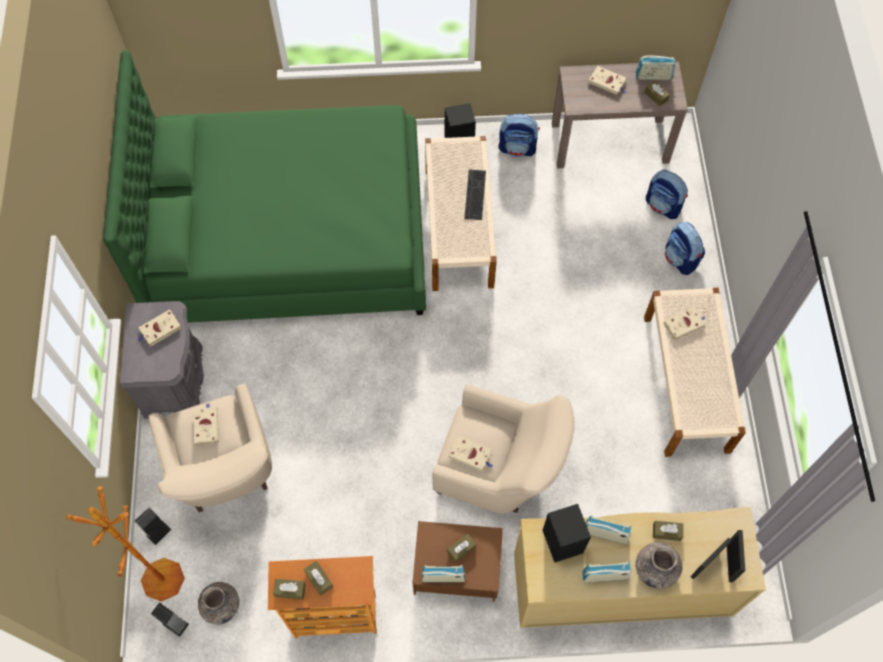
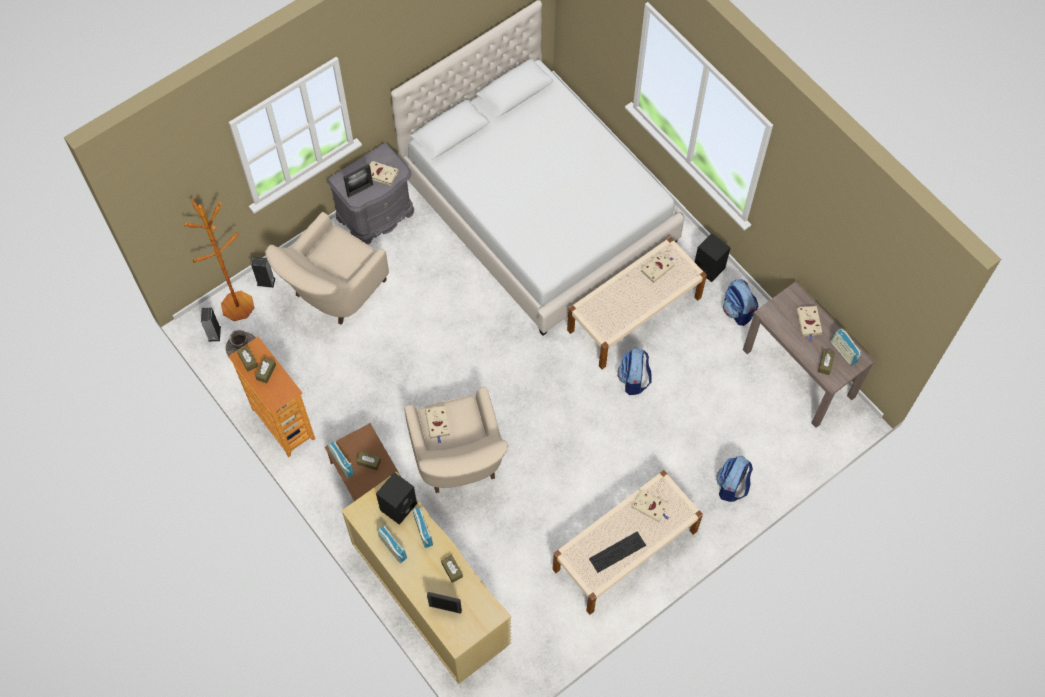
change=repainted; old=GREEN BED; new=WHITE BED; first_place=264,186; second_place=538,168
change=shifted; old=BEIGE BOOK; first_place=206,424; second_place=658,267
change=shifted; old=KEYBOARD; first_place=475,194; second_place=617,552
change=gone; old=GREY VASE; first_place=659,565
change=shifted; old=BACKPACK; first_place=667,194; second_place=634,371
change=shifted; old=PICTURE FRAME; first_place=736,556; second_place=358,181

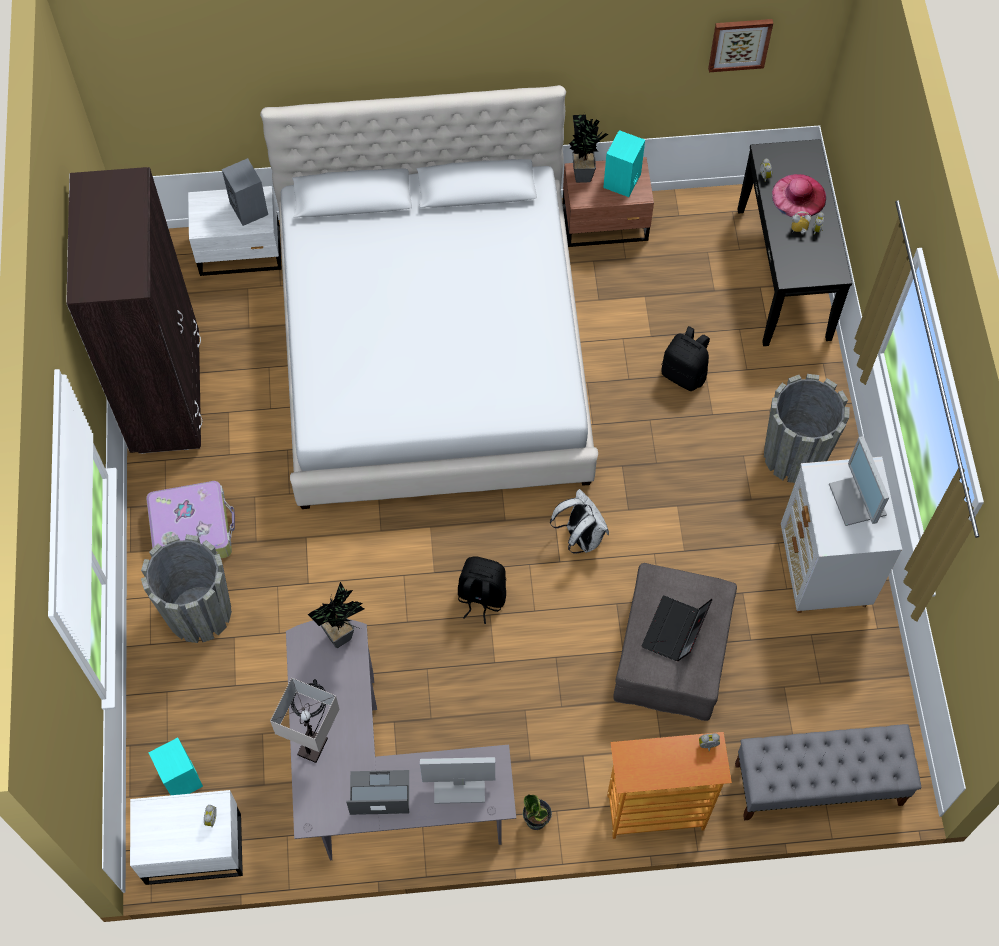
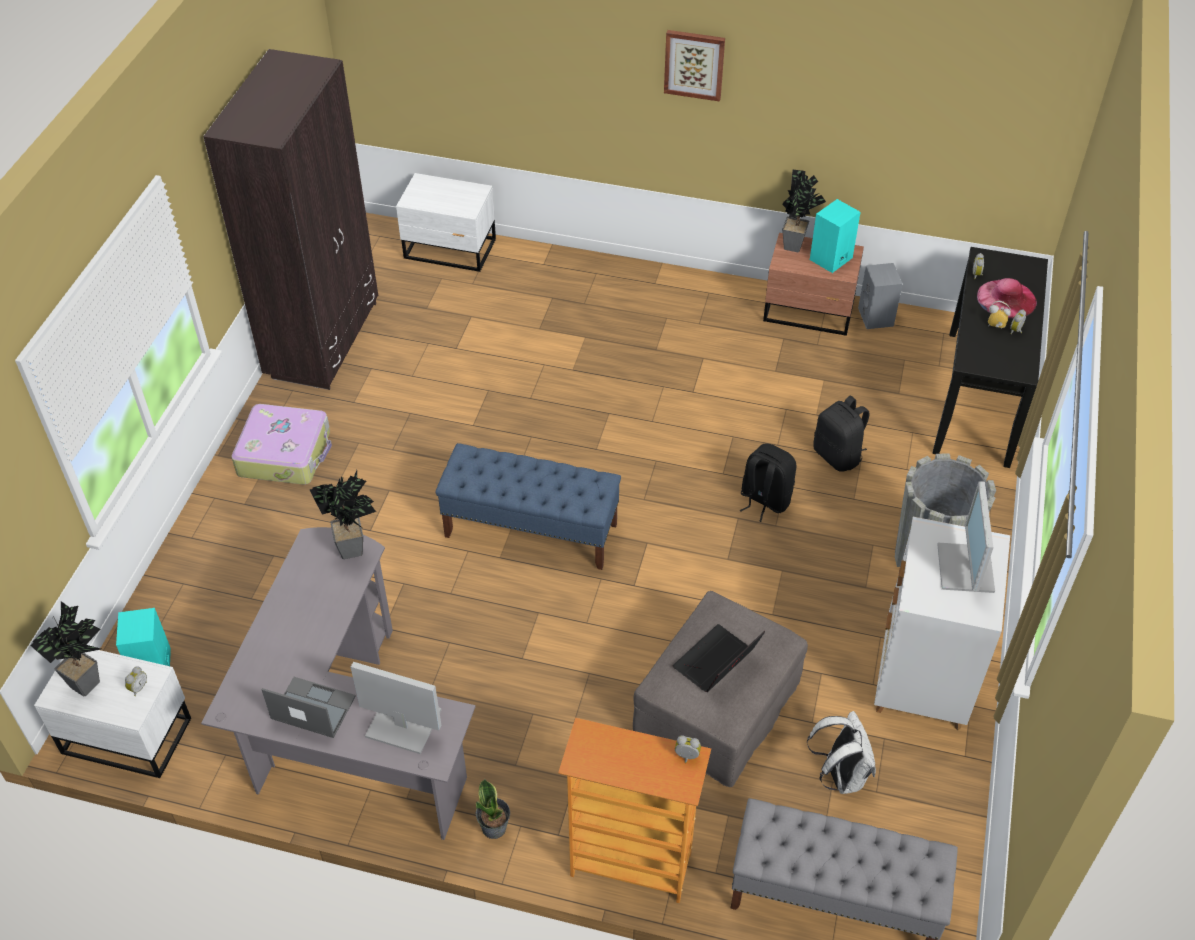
change=gone; old=GREY PLANTER; first_place=186,588
change=shifted; old=GREY SPEAKER; first_place=245,192; second_place=880,296
change=gone; old=WHITE BED; first_place=429,297
change=gone; old=TABLE LAMP; first_place=304,720
change=shifted; old=BLACK BACKPACK; first_place=482,590; second_place=768,482
change=shifted; old=WHITE BACKPACK; first_place=579,521; second_place=841,752
change=shifted; old=PICTURE; first_place=740,45; second_place=694,66
change=new; new=POTTED PLANT; second_place=65,648
change=new; new=BLUE BENCH; second_place=528,506

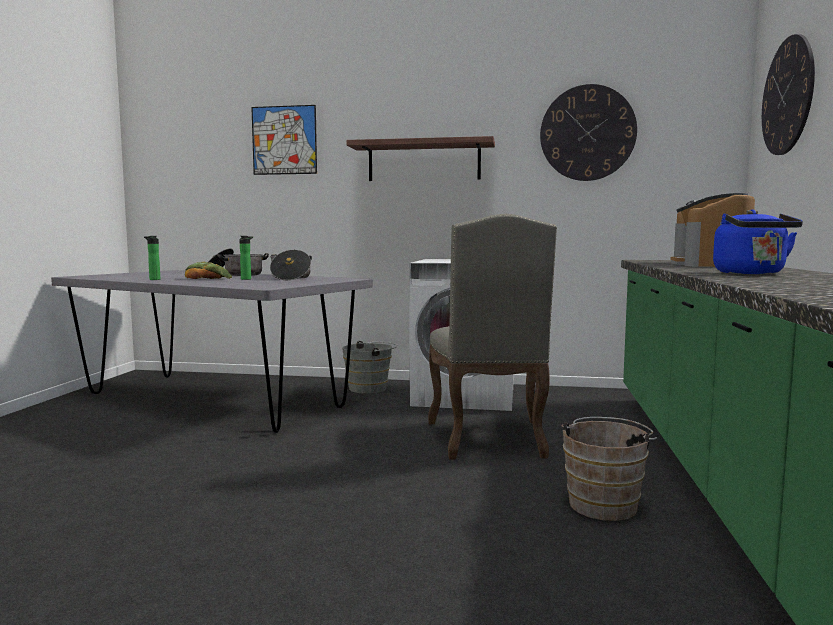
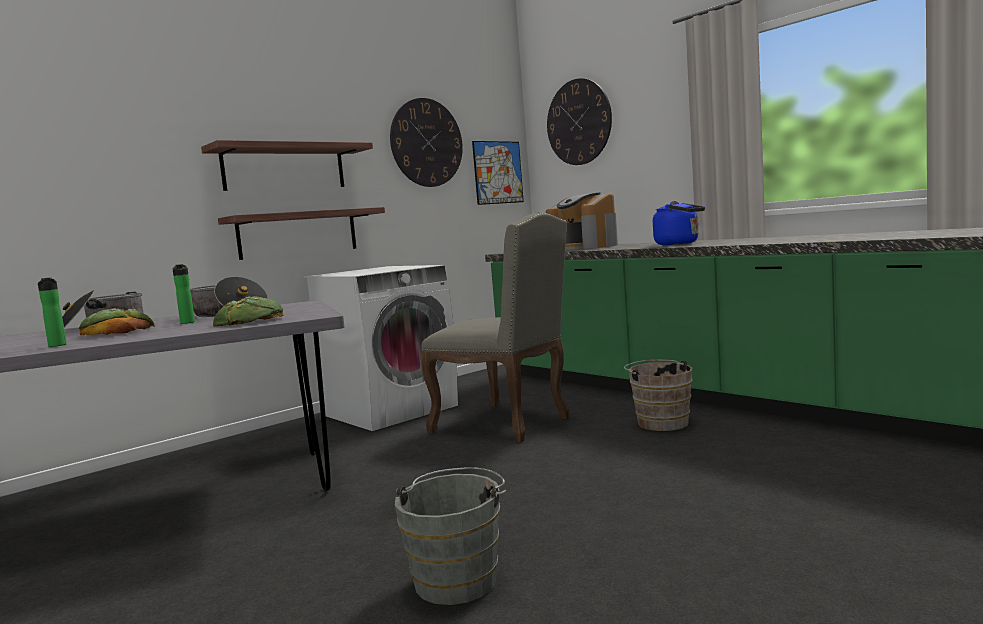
change=shifted; old=PICTURE; first_place=284,140; second_place=498,173
change=shifted; old=GREY BUCKET; first_place=370,367; second_place=450,536
change=new; new=BREAD; second_place=248,311
change=new; new=SHELF; second_place=301,233

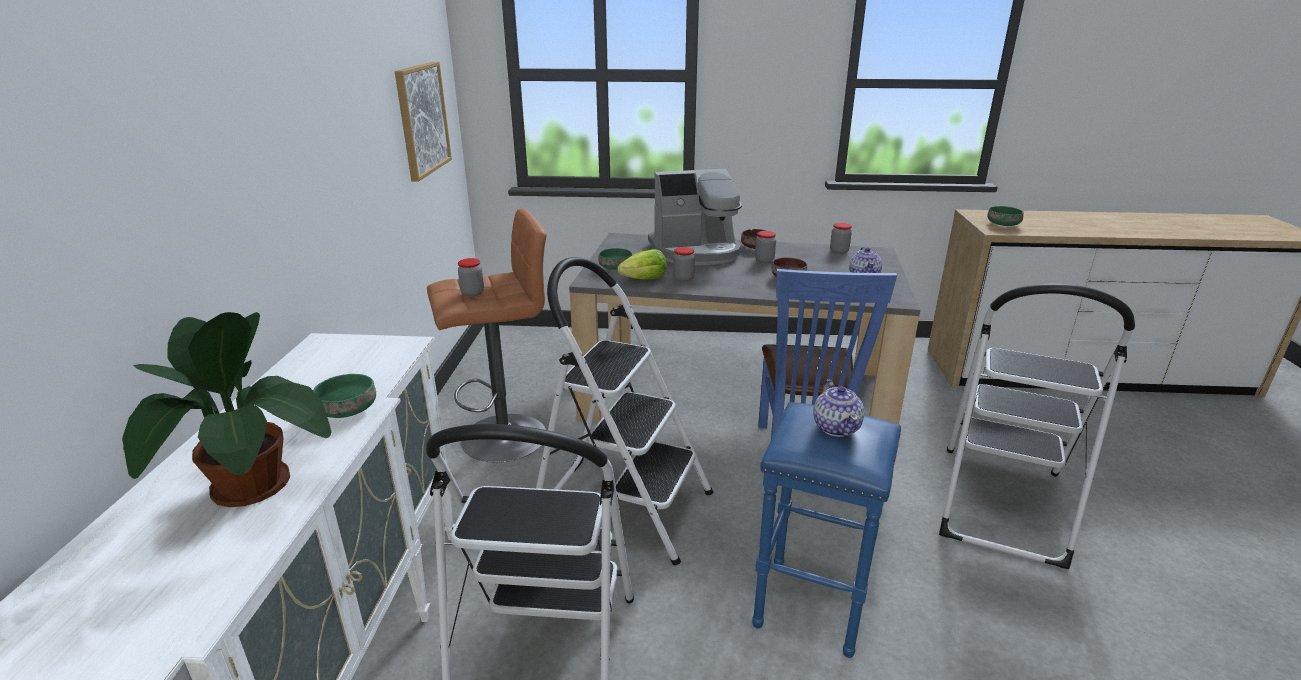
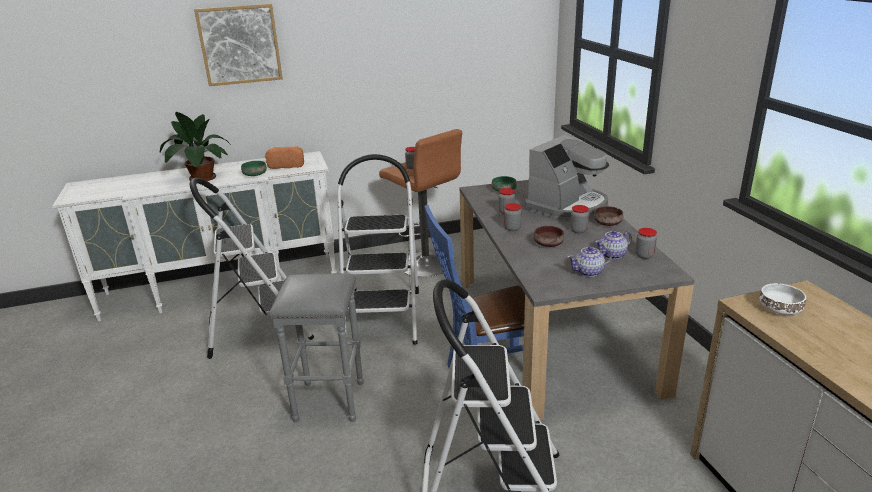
change=shifted; old=PICTURE; first_place=423,122; second_place=238,45
change=gone; old=LETTUCE; first_place=642,264
change=rotated; old=COFFEE MACHINE; first_place=695,217; second_place=567,177; degrees=-105
change=repainted; old=BLUE STOOL; new=GREY STOOL; first_place=826,530; second_place=316,347
change=shifted; old=TEAPOT; first_place=839,408; second_place=613,245
change=repainted; old=GREEN BOWL; new=WHITE BOWL; first_place=1006,216; second_place=782,299
change=new; new=BREAD; second_place=284,157
change=new; new=JAR; second_place=512,217

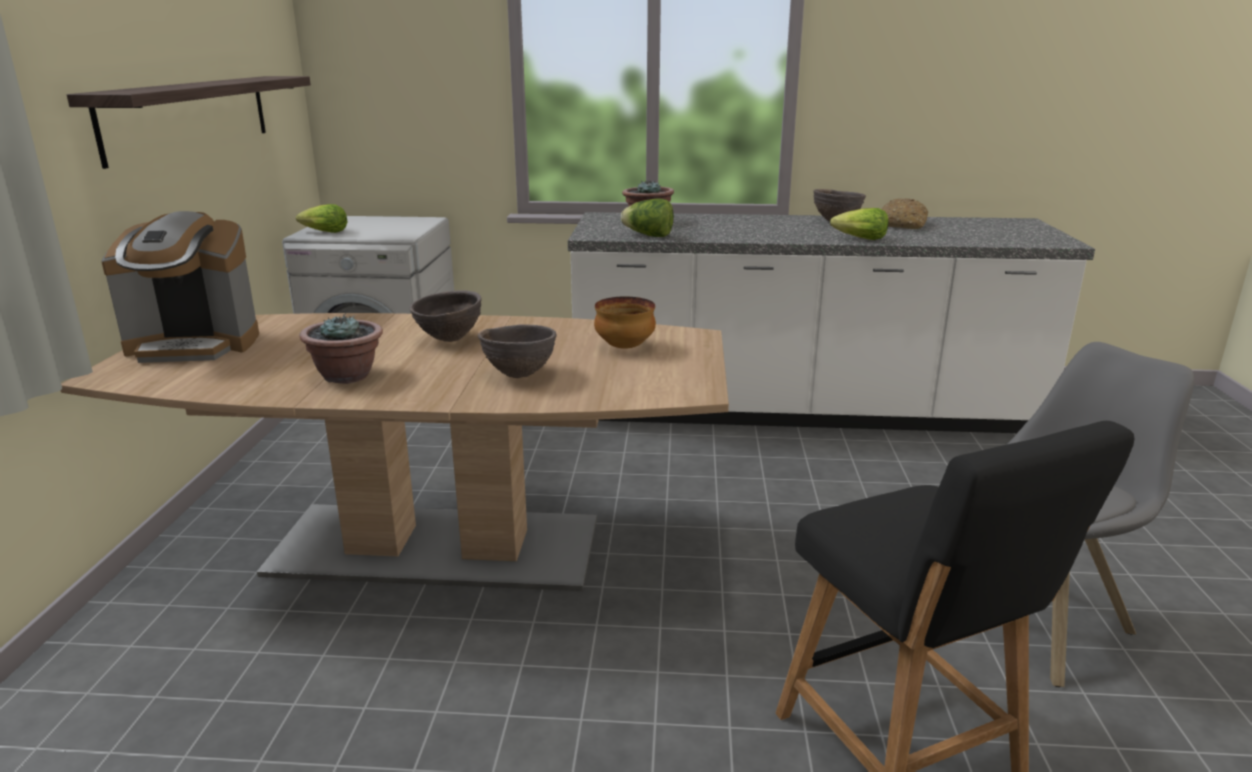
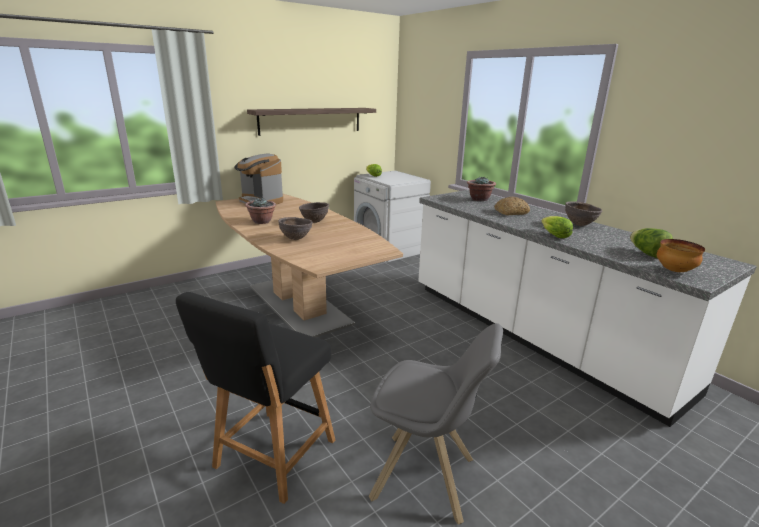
change=shifted; old=BOWL; first_place=625,323; second_place=681,255
change=shifted; old=LETTUCE; first_place=647,217; second_place=651,243
change=shifted; old=BREAD; first_place=905,213; second_place=512,206

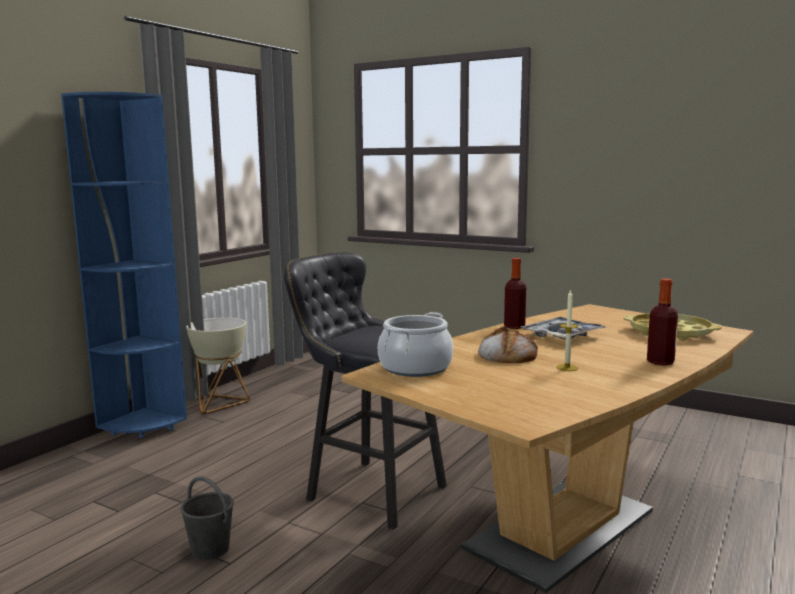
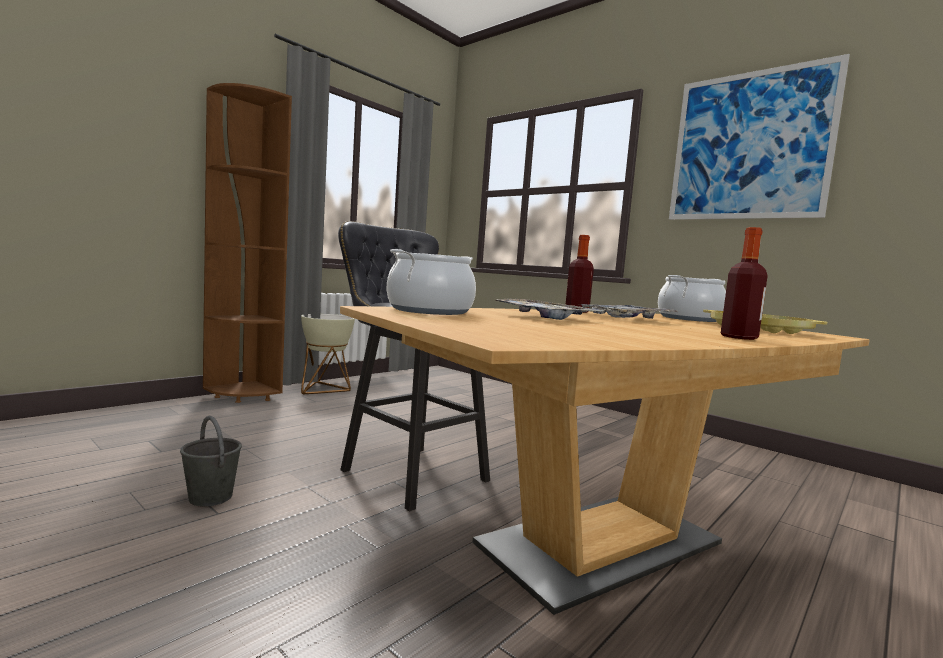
change=repainted; old=BLUE BOOKCASE; new=BROWN BOOKCASE; first_place=124,265; second_place=247,243
change=swapped; old=BREAD; new=TRAY; first_place=508,344; second_place=549,309
change=gone; old=CANDLE; first_place=567,330
change=new; new=COOKING POT; second_place=692,298
change=new; new=PICTURE; second_place=759,137

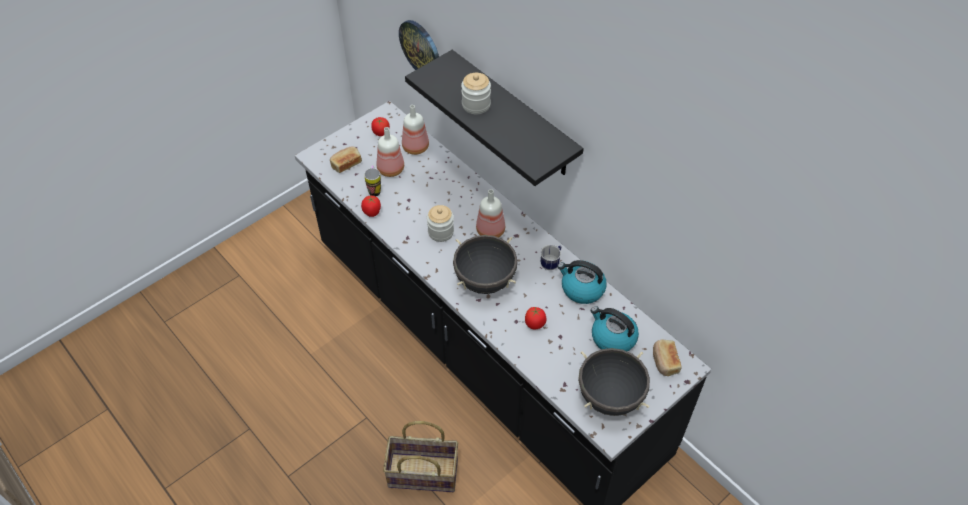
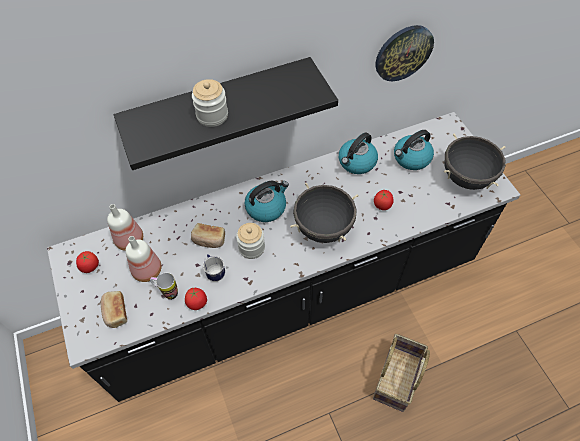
change=shifted; old=WALL CLOCK; first_place=419,45; second_place=404,53
change=swapped; old=BOTTLE; new=KETTLE; first_place=490,213; second_place=267,201
change=shifted; old=MUG; first_place=550,257; second_place=214,268
change=shifted; old=BREAD; first_place=667,357; second_place=208,235

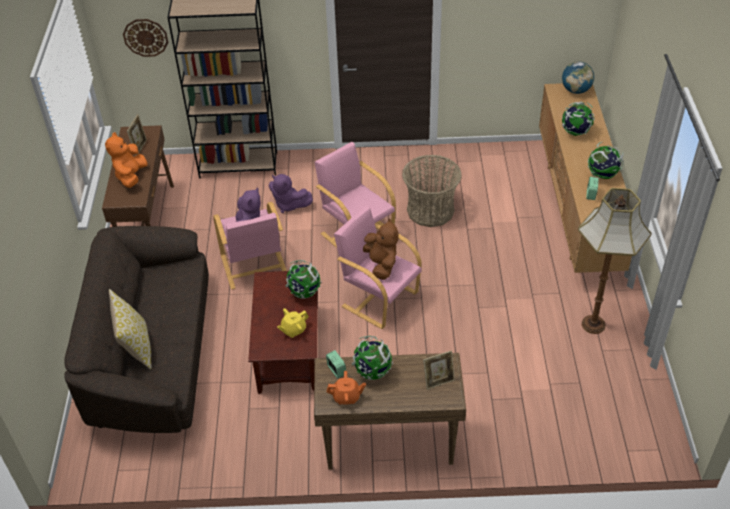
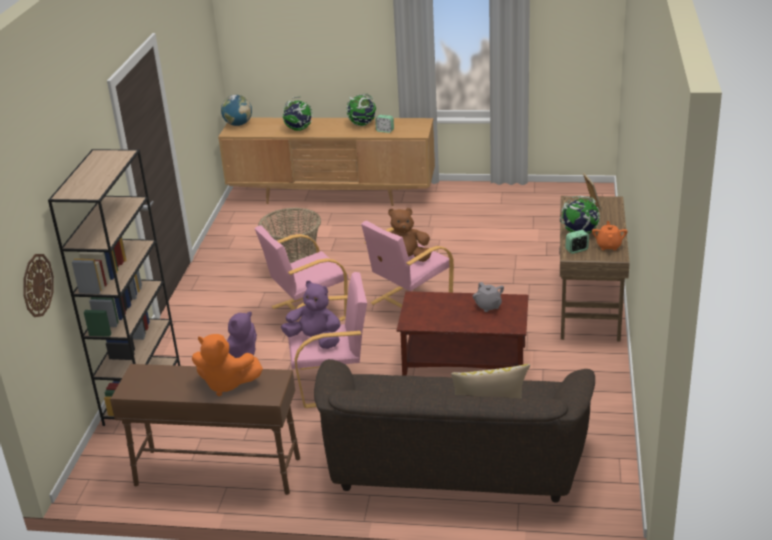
change=gone; old=PICTURE FRAME; first_place=137,135
change=repainted; old=YELLOW TEAPOT; new=GREY TEAPOT; first_place=293,323; second_place=488,297
change=gone; old=GLOBE; first_place=303,279
change=gone; old=FLOOR LAMP; first_place=615,261

